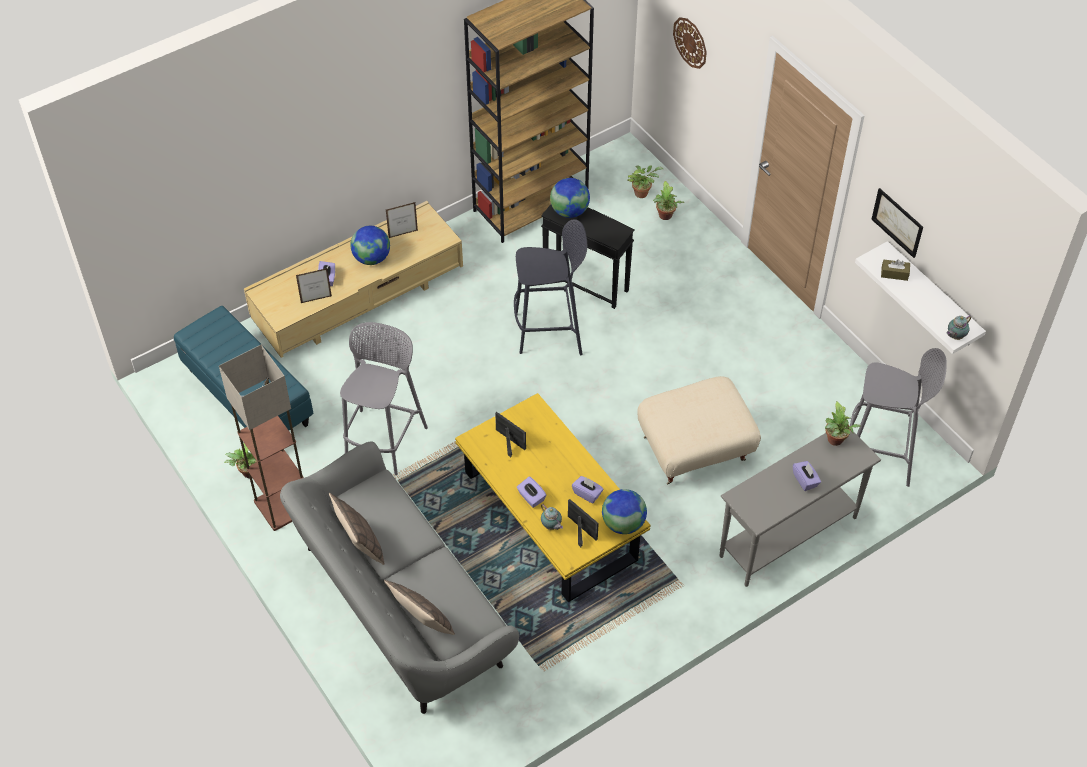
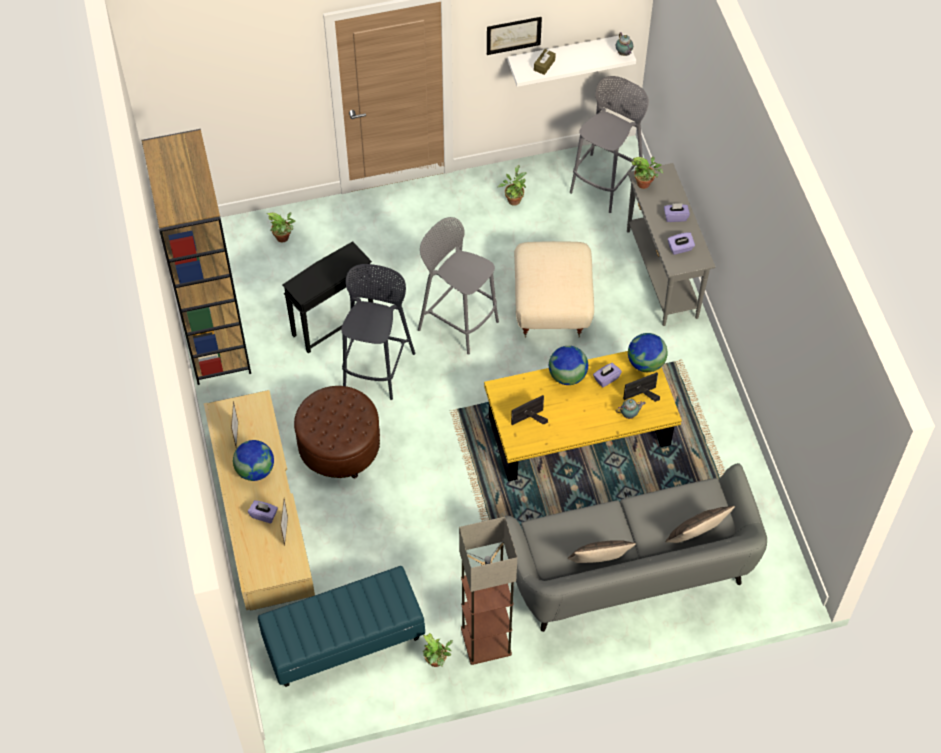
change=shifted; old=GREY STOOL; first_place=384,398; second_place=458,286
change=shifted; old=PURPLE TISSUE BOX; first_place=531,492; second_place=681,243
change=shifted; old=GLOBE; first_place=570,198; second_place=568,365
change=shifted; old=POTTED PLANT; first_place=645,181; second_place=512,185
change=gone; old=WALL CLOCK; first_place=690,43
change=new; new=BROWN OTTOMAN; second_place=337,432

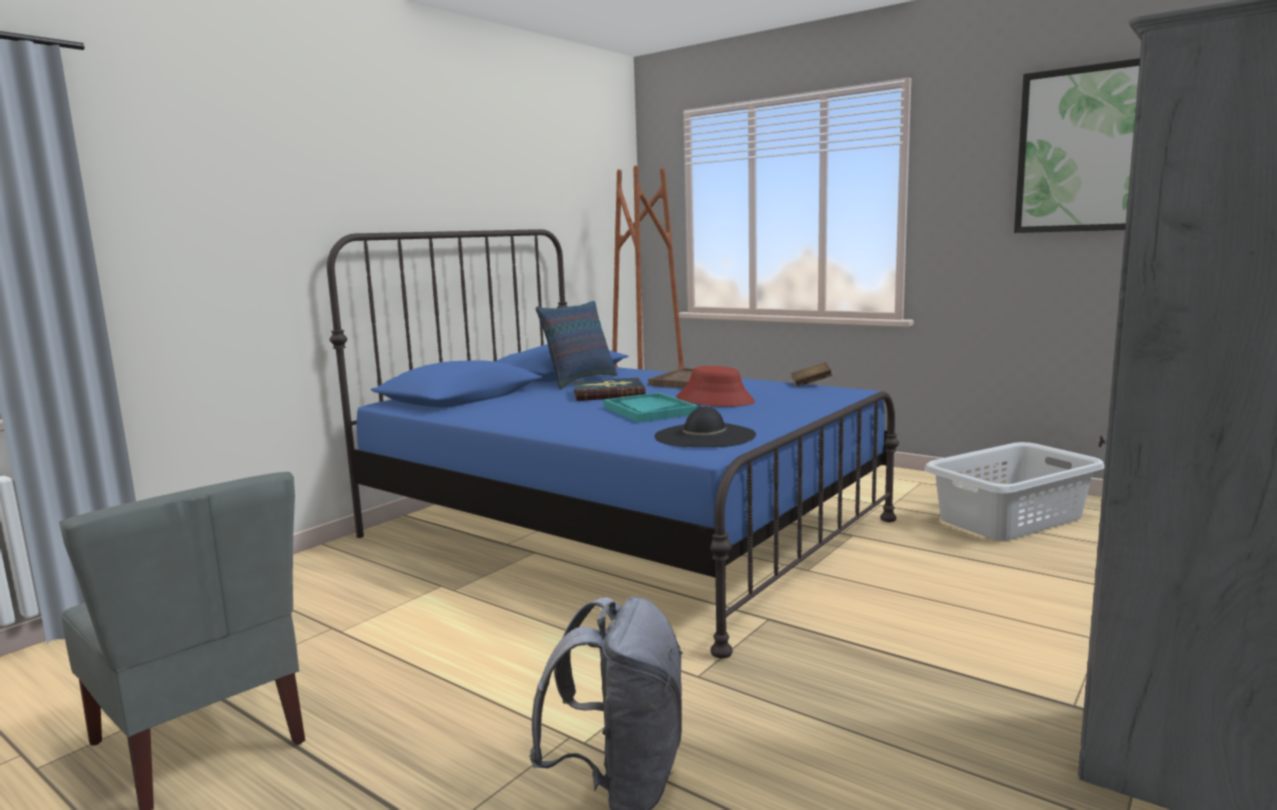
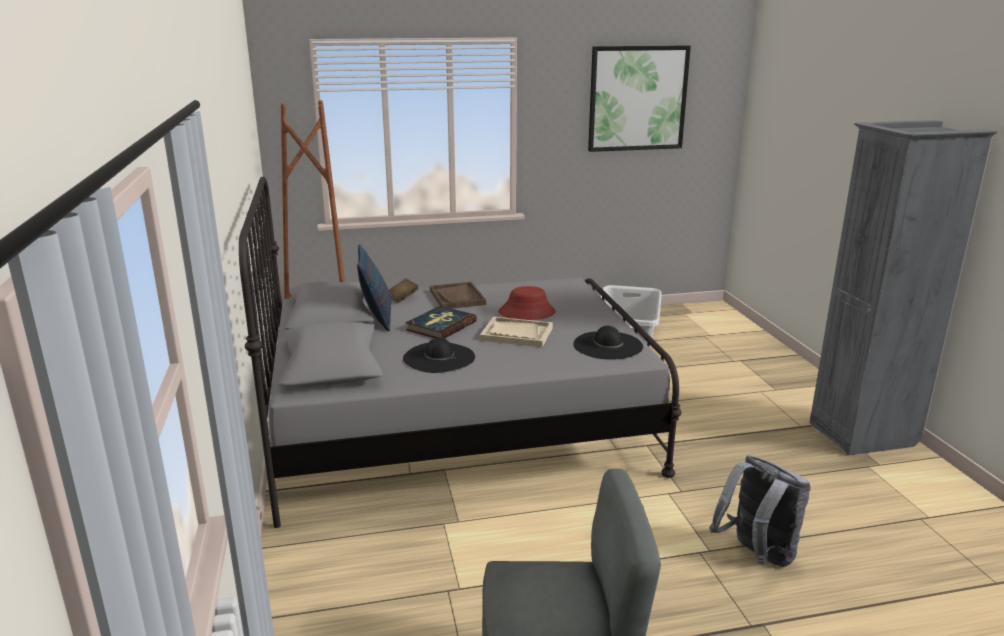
change=repainted; old=BLUE BED; new=GREY BED; first_place=613,443; second_place=460,352
change=repainted; old=TURQUOISE TRAY; new=BEIGE TRAY; first_place=651,407; second_place=516,332
change=shifted; old=BROWN BOOK; first_place=812,374; second_place=404,290
change=new; new=BLACK HAT; second_place=439,355

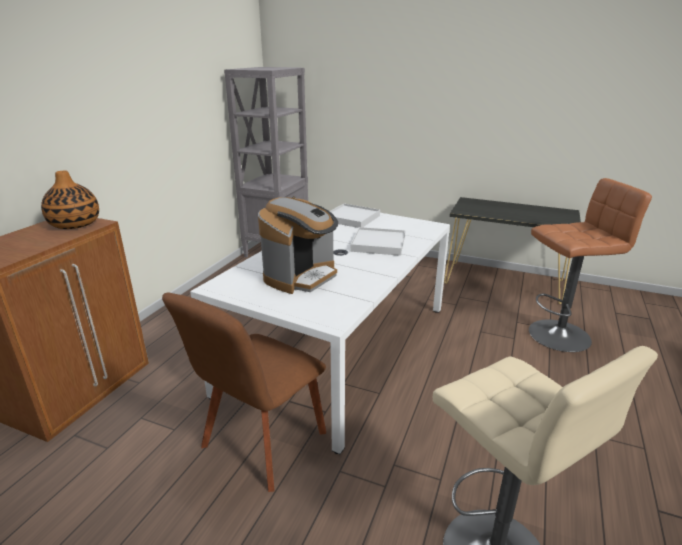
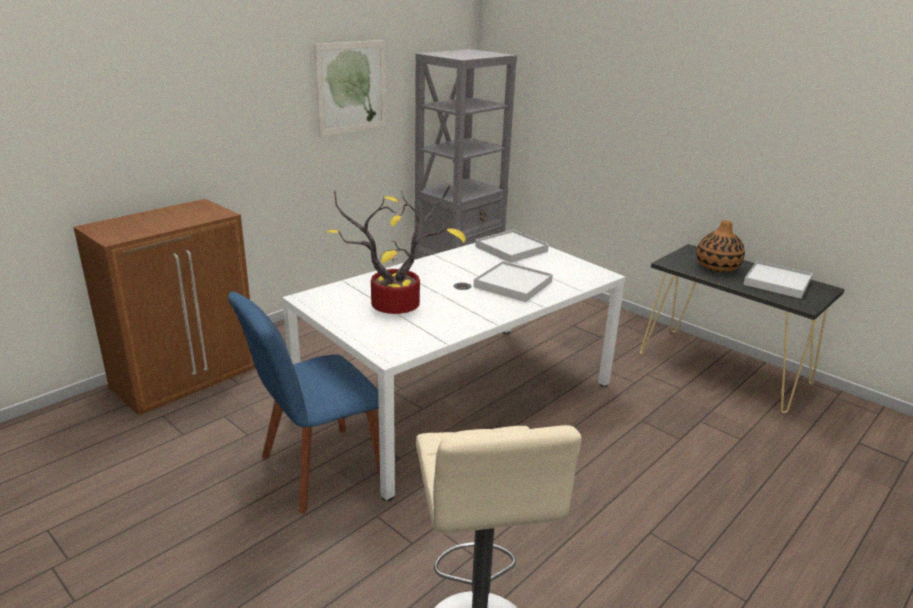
change=shifted; old=VASE; first_place=70,200; second_place=720,246
change=repainted; old=BROWN CHAIR; new=BLUE CHAIR; first_place=244,392; second_place=304,402
change=swapped; old=COFFEE MACHINE; new=POTTED PLANT; first_place=298,245; second_place=395,249
change=gone; old=BROWN STOOL; first_place=590,265
change=new; new=PICTURE; second_place=350,88
change=new; new=WHITE TRAY; second_place=777,280

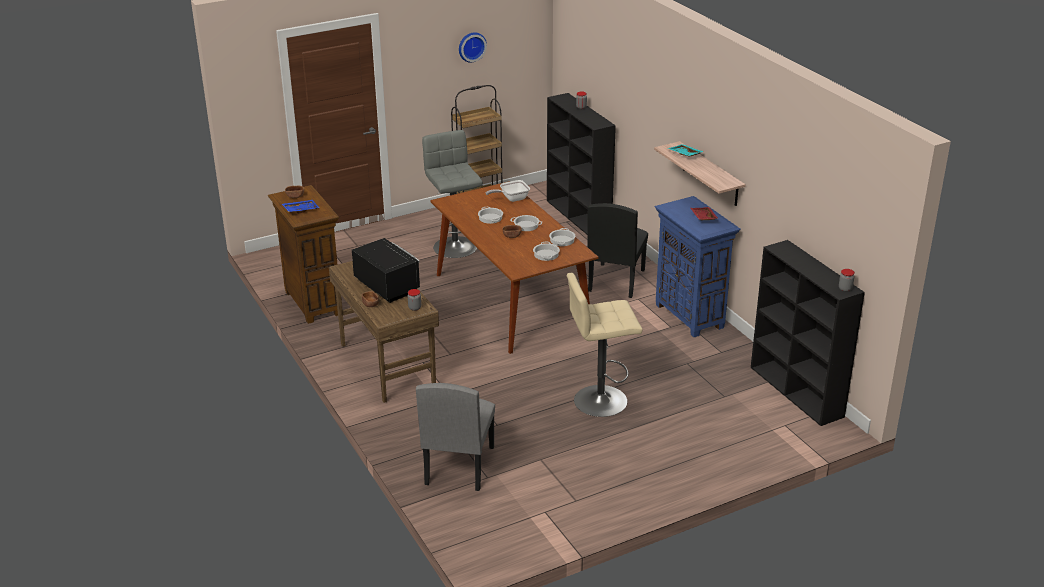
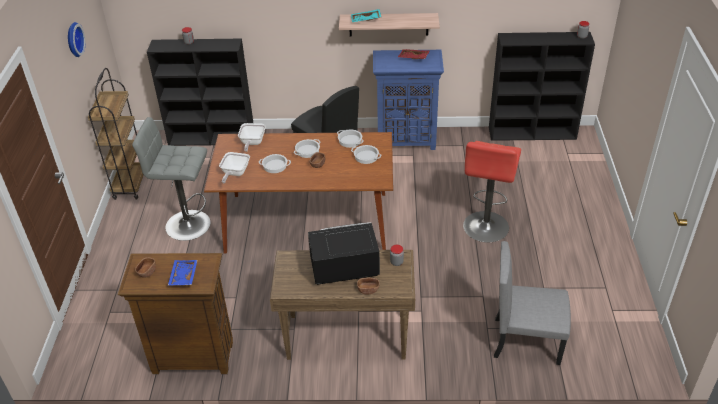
change=rotated; old=GREY CHAIR; first_place=455,437; second_place=532,303; degrees=150
change=repainted; old=BEIGE STOOL; new=RED STOOL; first_place=604,345; second_place=492,191
change=new; new=FRYING PAN; second_place=234,167

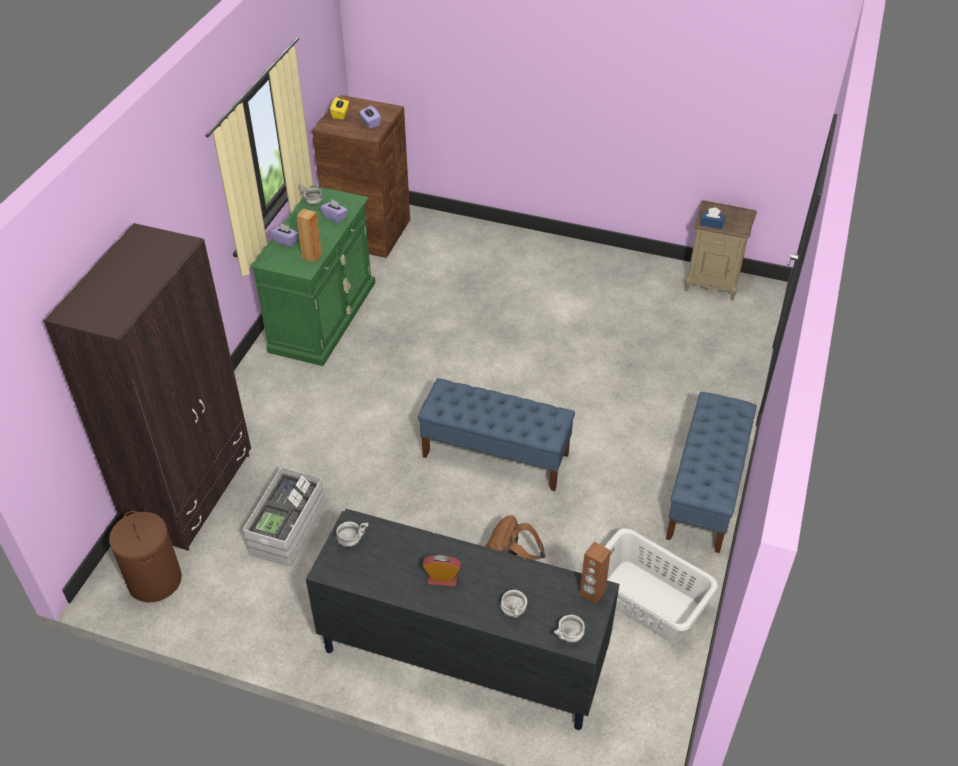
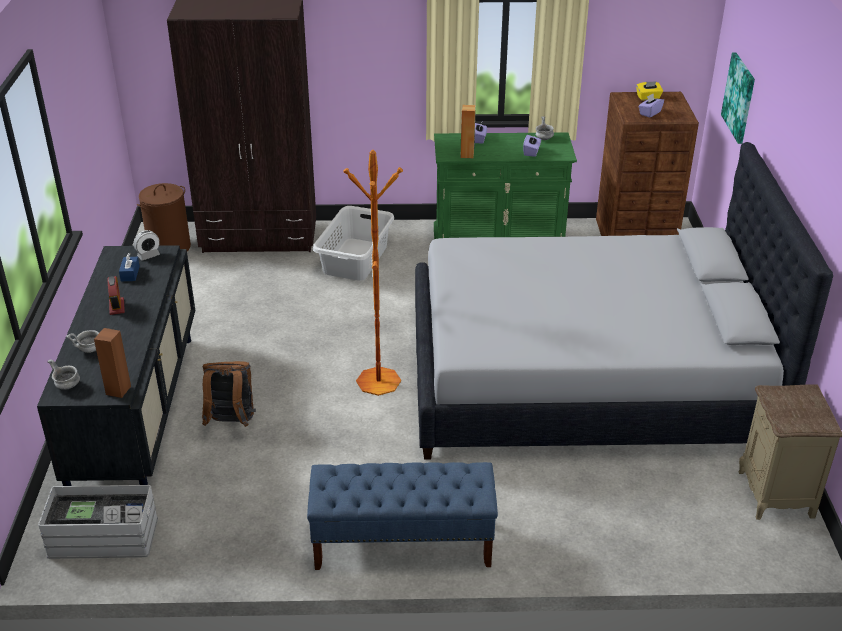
change=shifted; old=GREY STORAGE BOX; first_place=284,516; second_place=98,522
change=swapped; old=GREY BOWL; new=ALARM CLOCK; first_place=352,534; second_place=146,245
change=swapped; old=BLUE BENCH; new=ORANGE CLOTHES RACK; first_place=496,434; second_place=373,273
change=shifted; old=GREY LAUNDRY BASKET; first_place=661,584; second_place=353,243
change=shifted; old=BLUE TISSUE BOX; first_place=712,218; second_place=129,267
change=new; new=GREY BED; second_place=624,301
change=new; new=PICTURE; second_place=738,98

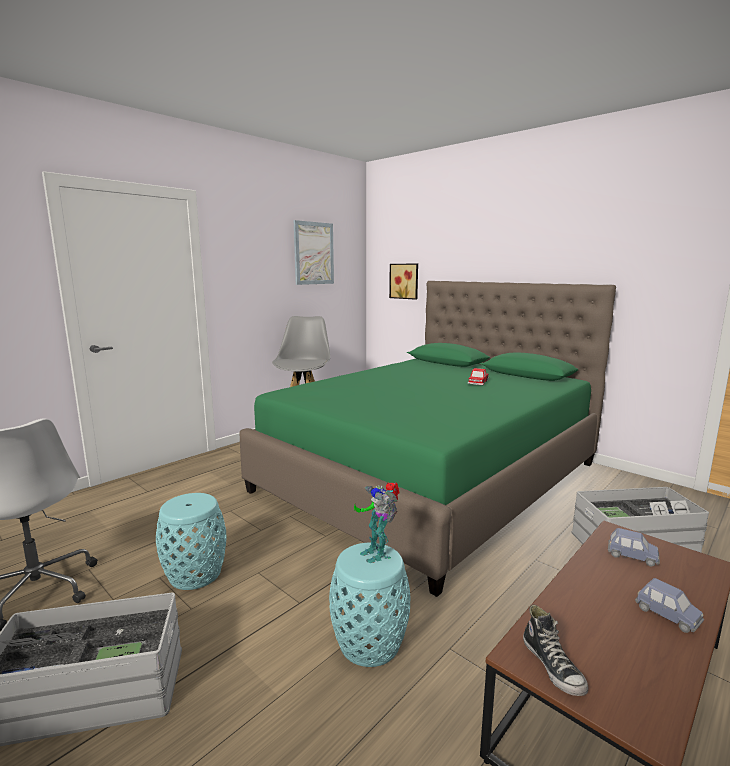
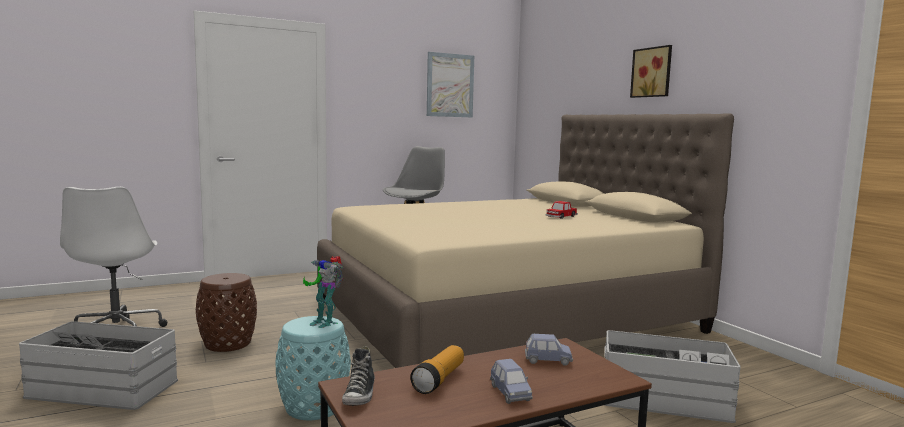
change=repainted; old=TURQUOISE STOOL; new=BROWN STOOL; first_place=191,541; second_place=226,312
change=repainted; old=GREEN BED; new=BEIGE BED; first_place=428,439; second_place=525,240
change=rotated; old=TOY ROBOT; first_place=376,522; second_place=323,292; degrees=-45
change=shifted; old=PICTURE; first_place=403,282; second_place=651,71
change=rotated; old=BLUE TOY CAR; first_place=634,547; second_place=549,350; degrees=-45
change=new; new=FLASHLIGHT; second_place=437,369

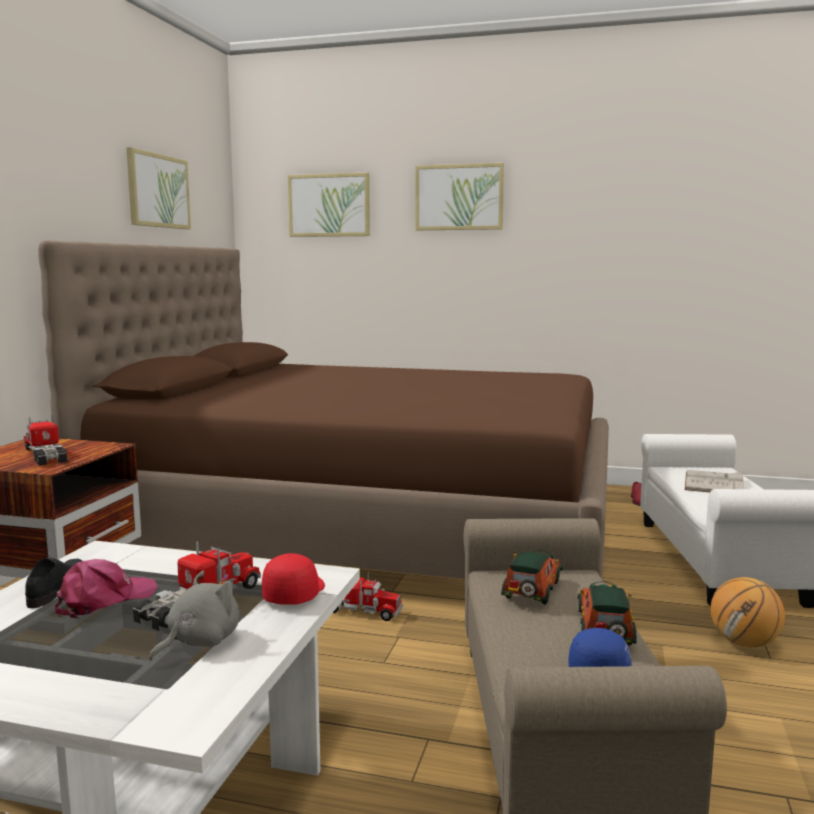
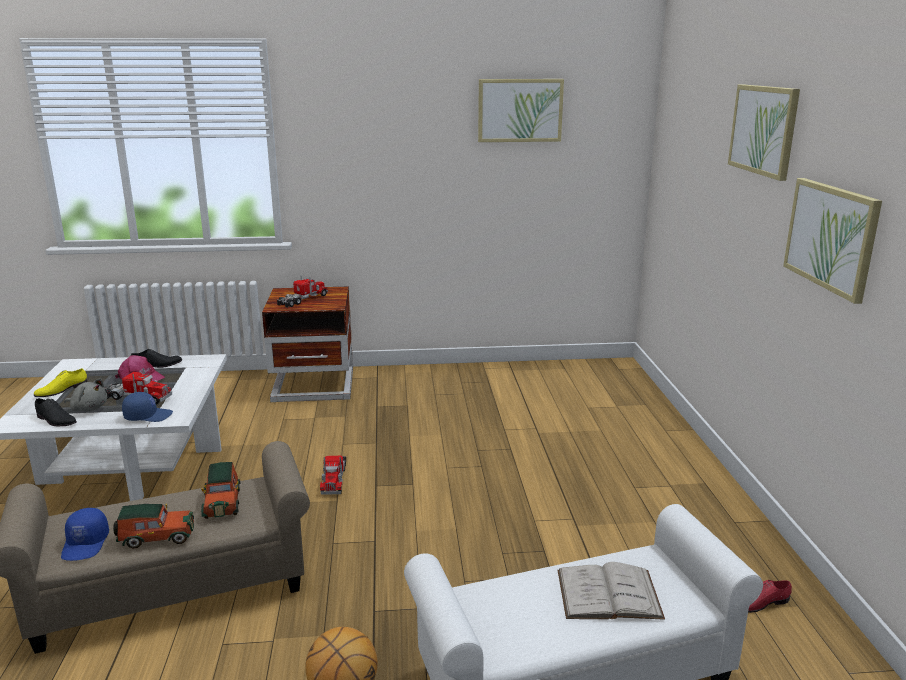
change=gone; old=BROWN BED; first_place=323,409
change=repainted; old=RED CAP; new=BLUE CAP; first_place=293,579; second_place=147,407
change=shifted; old=PICTURE; first_place=329,205; second_place=832,241
change=rotated; old=TOY CAR; first_place=532,577; second_place=221,490; degrees=75
change=new; new=YELLOW SHOE; second_place=60,382
change=new; new=BLACK SHOE; second_place=56,412

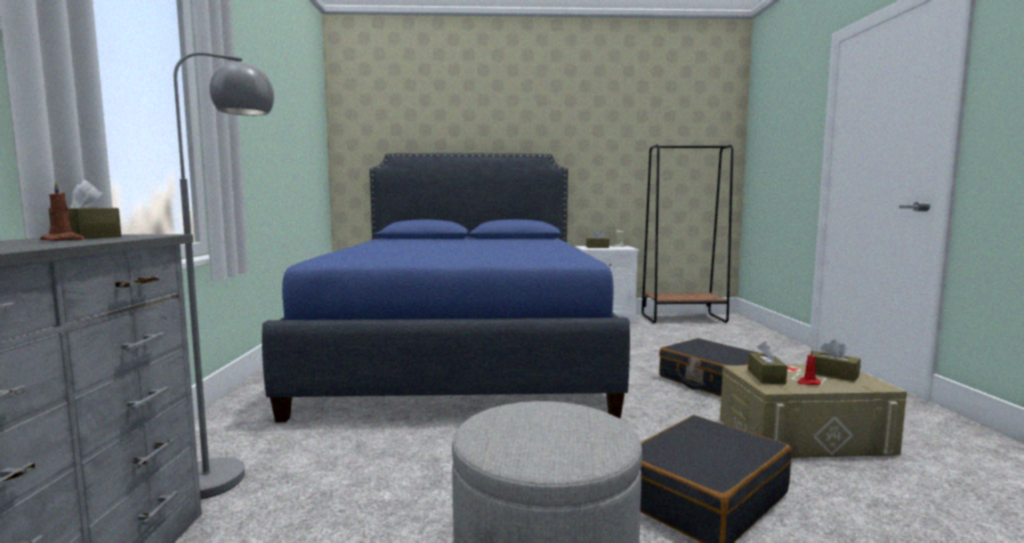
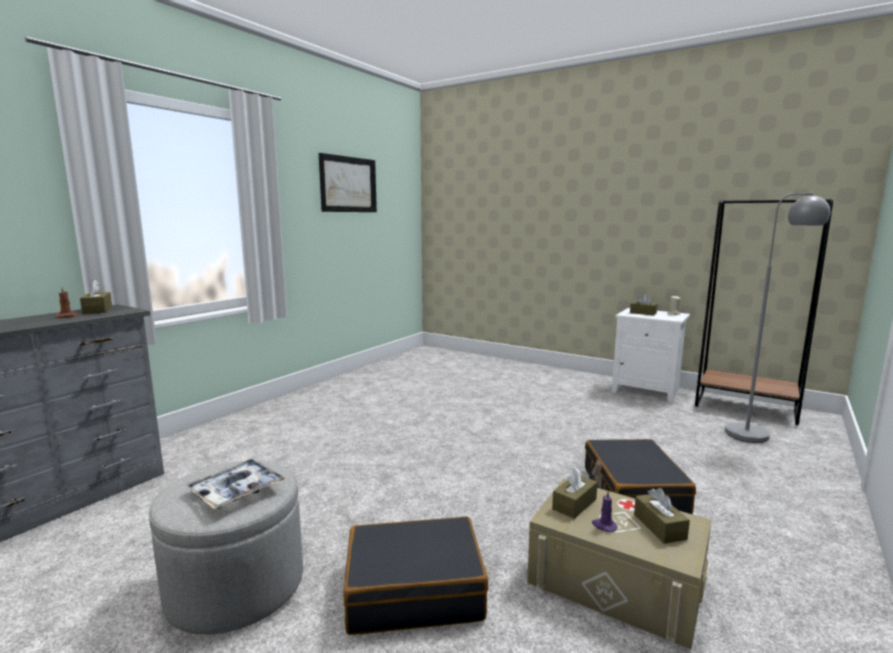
change=shifted; old=GREY FLOOR LAMP; first_place=224,275; second_place=777,318
change=gone; old=BLUE BED; first_place=446,288
change=repainted; old=RED CANDLE; new=PURPLE CANDLE; first_place=809,367; second_place=605,511
change=new; new=TRAY; second_place=236,483
change=new; new=PICTURE; second_place=348,182

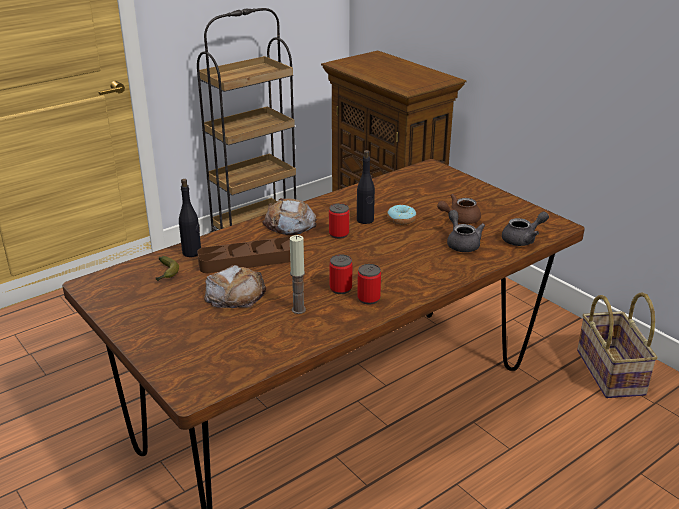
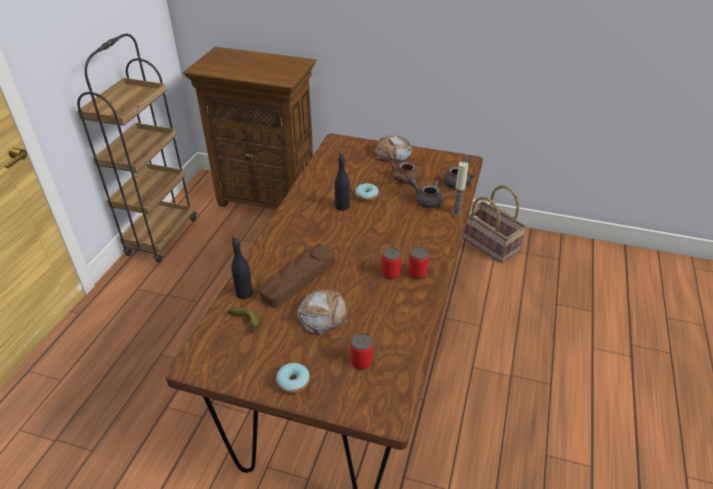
change=shifted; old=BREAD; first_place=289,216; second_place=393,149
change=shifted; old=CANDLE; first_place=298,274; second_place=460,188
change=shifted; old=CAN; first_place=339,221; second_place=362,351
change=new; new=DONUT; second_place=293,378

